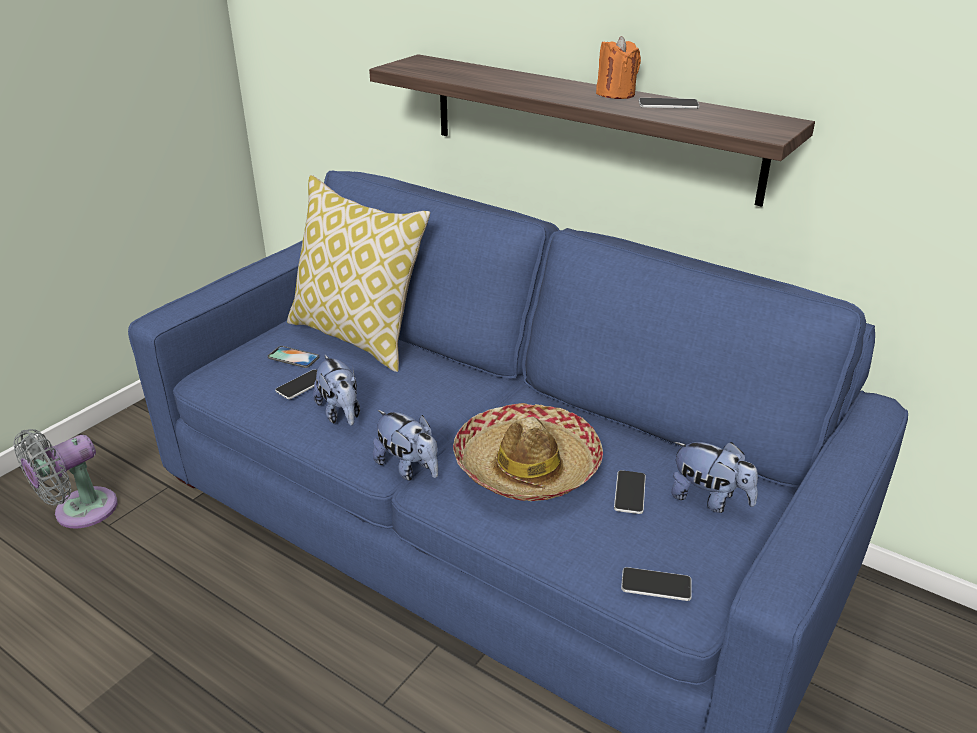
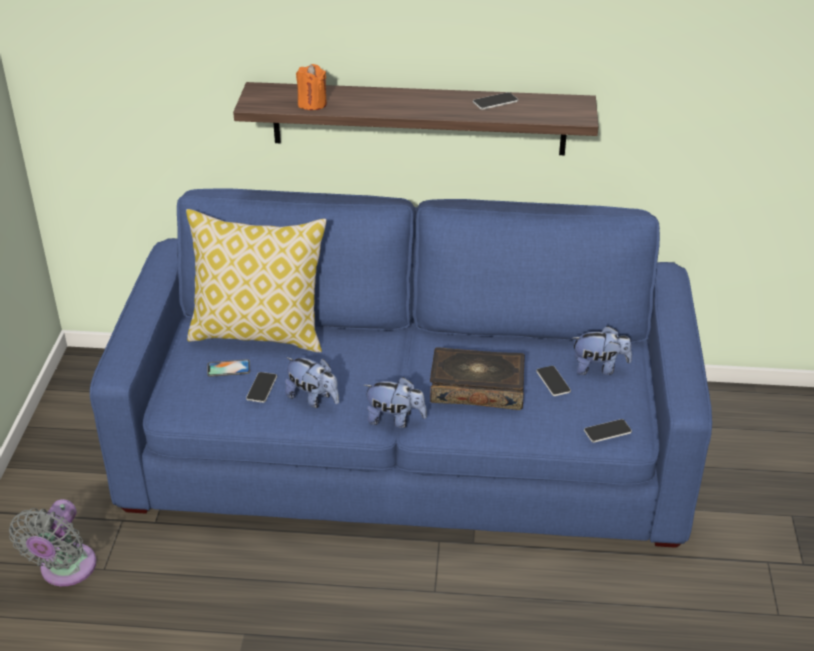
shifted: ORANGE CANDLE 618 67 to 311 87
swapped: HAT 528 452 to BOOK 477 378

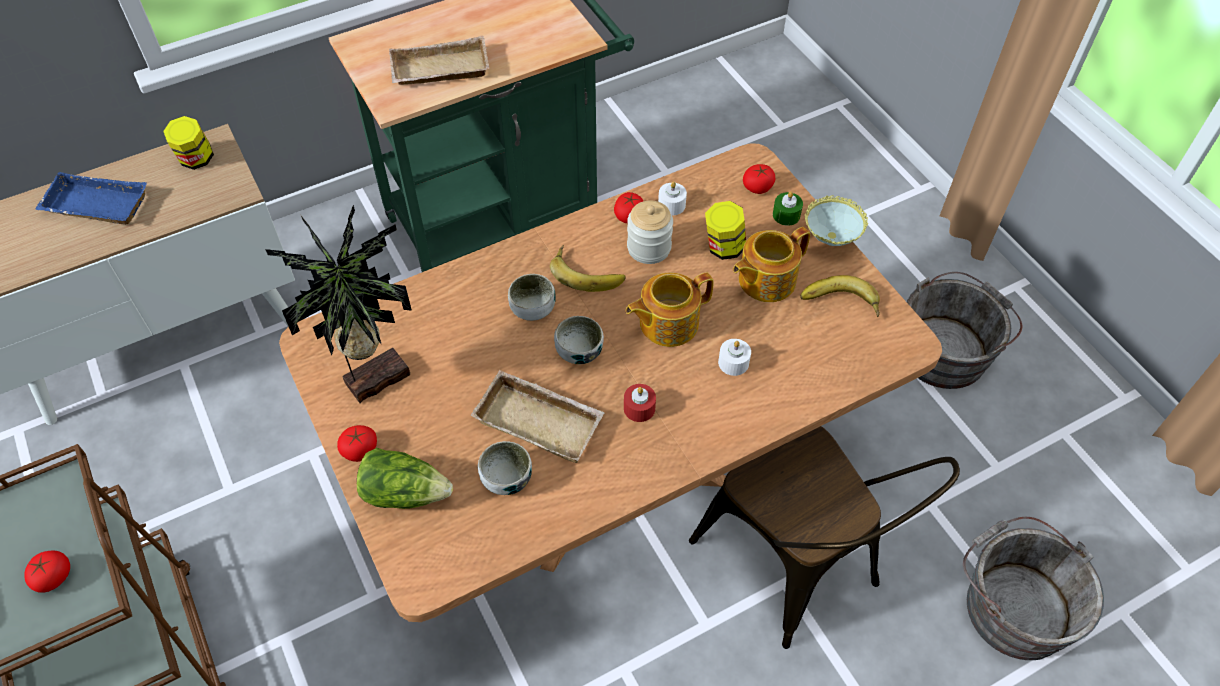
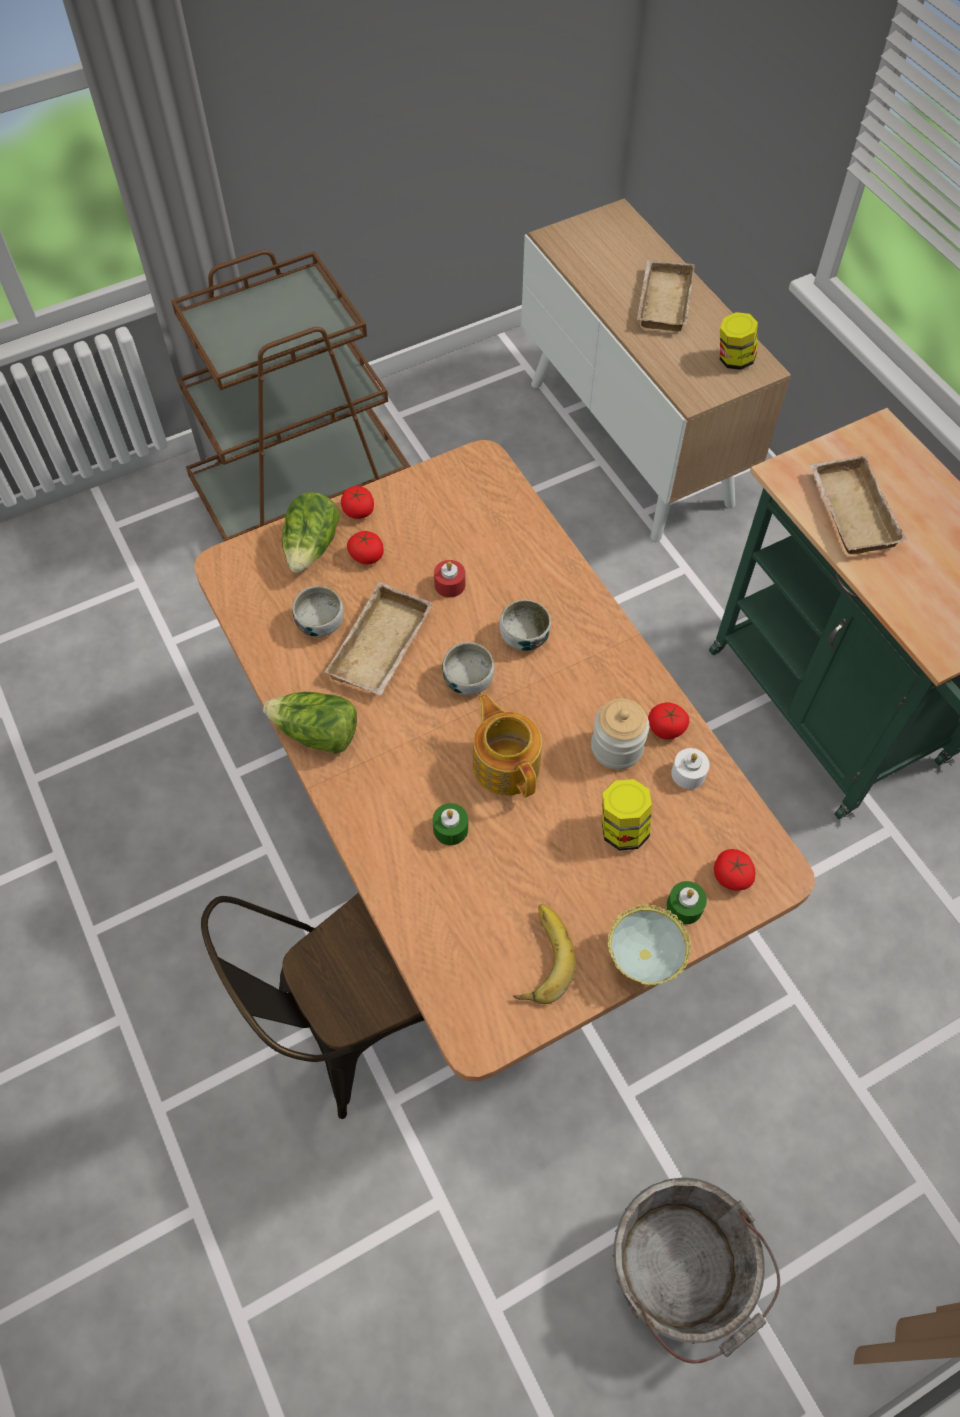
gone: POTTED PLANT 338 304; BANANA 588 268; TEAPOT 771 264; GREY BUCKET 1033 588
new: LETTUCE 310 723
shifted: TOMATO 47 571 to 365 547; RED CANDLE 640 403 to 449 579
repainted: BLUE TRAY 91 198 to BEIGE TRAY 666 295; WHITE CANDLE 734 357 to GREEN CANDLE 450 824

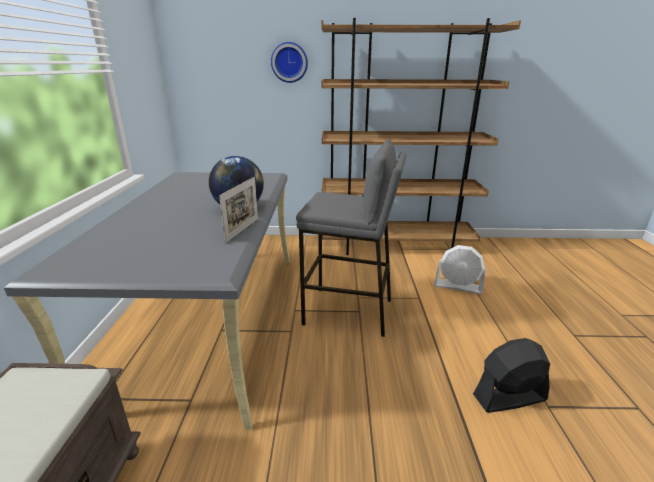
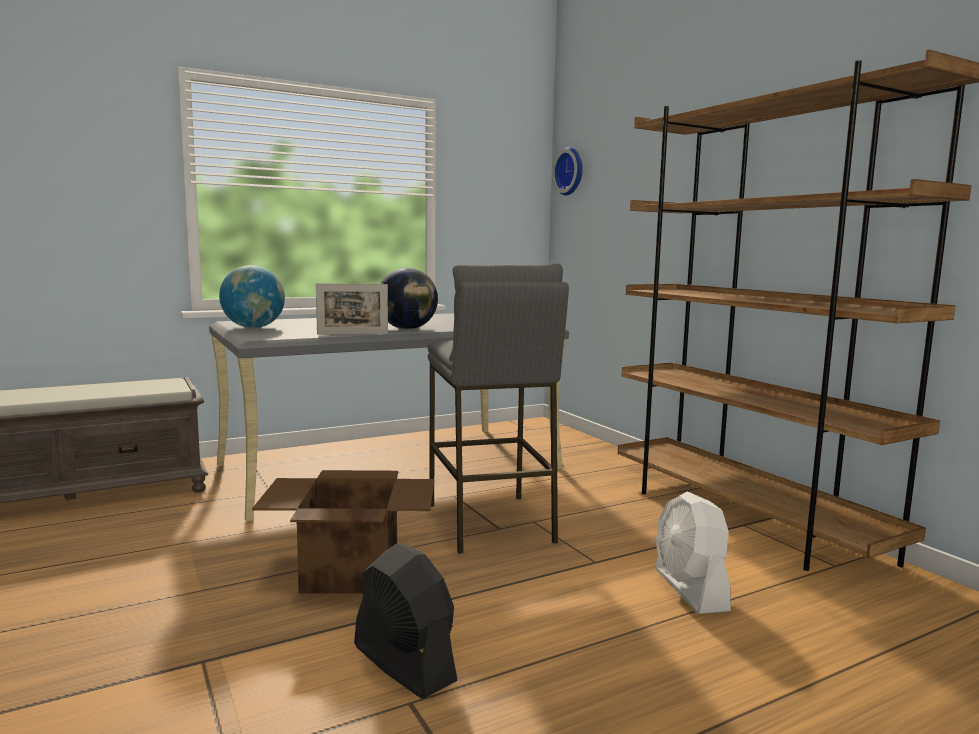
new: GLOBE 252 296; CARDBOARD BOX 343 532
shifted: WALL CLOCK 289 62 to 567 171

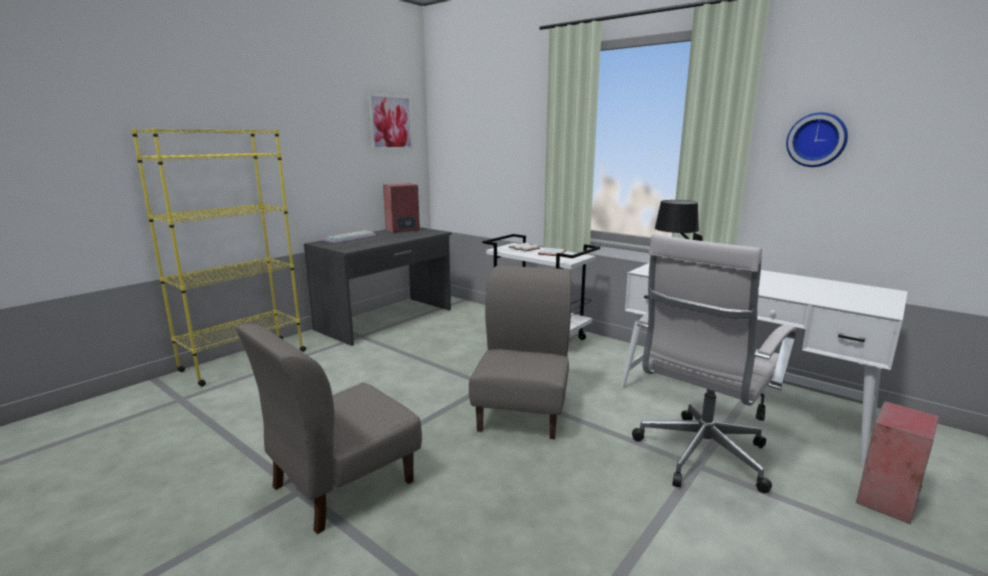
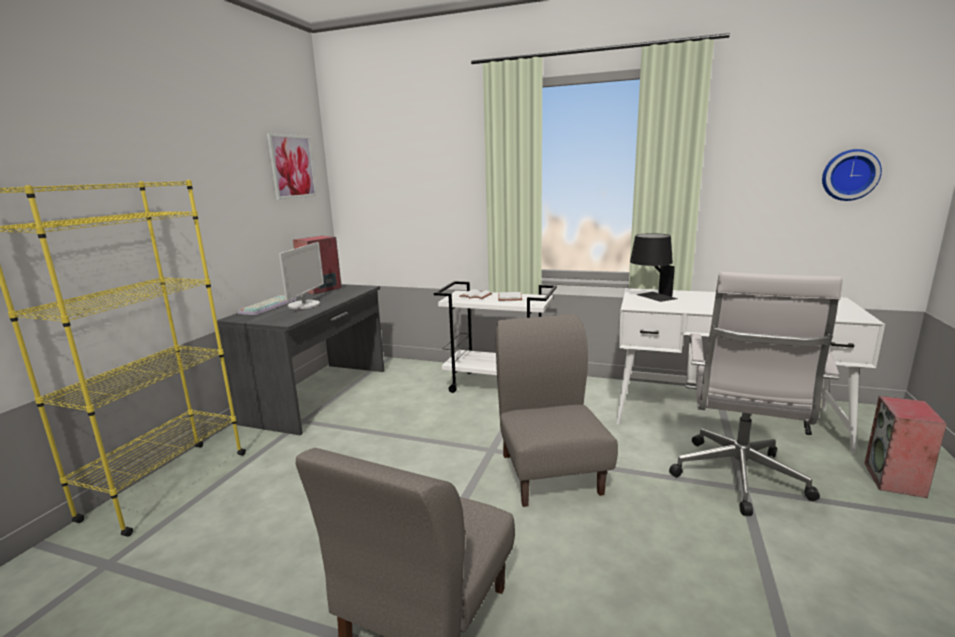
new: MONITOR 301 275
shifted: WALL CLOCK 817 139 to 852 175

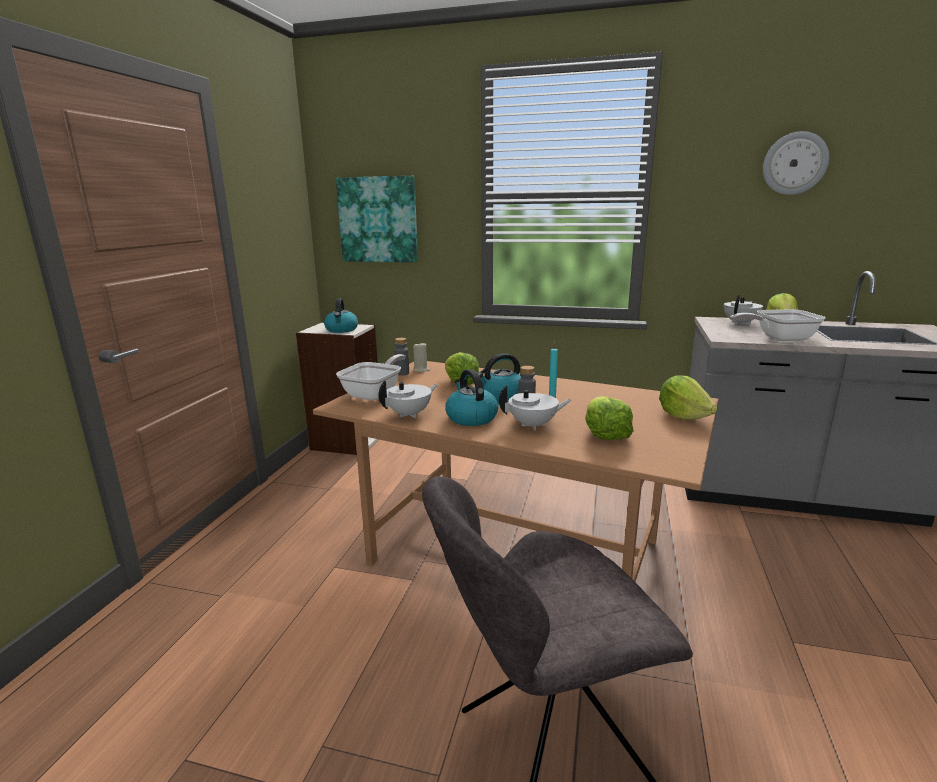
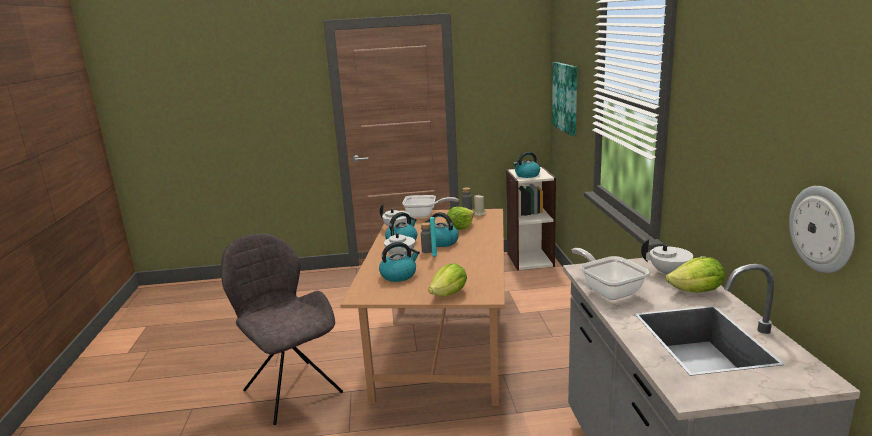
shifted: WALL CLOCK 796 163 to 822 229
swapped: LETTUCE 609 418 to KETTLE 399 262

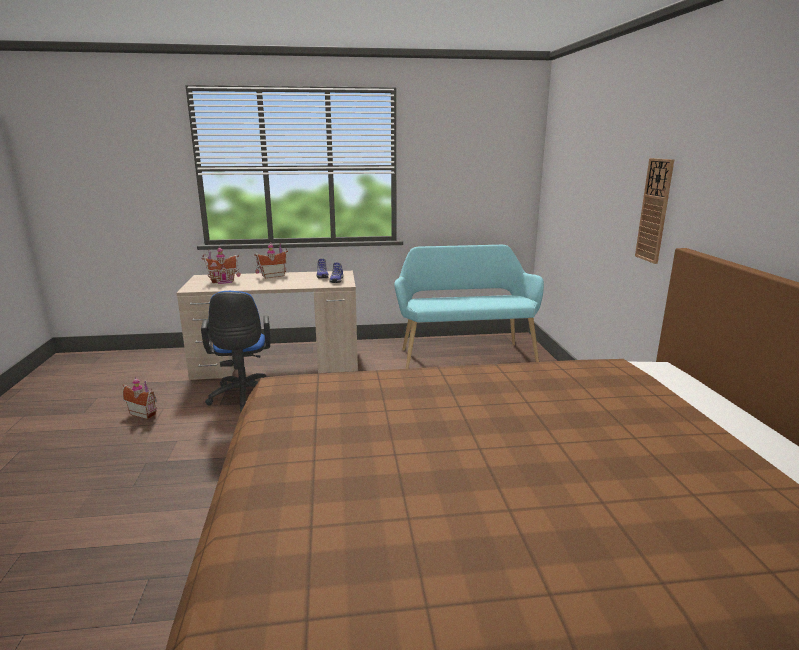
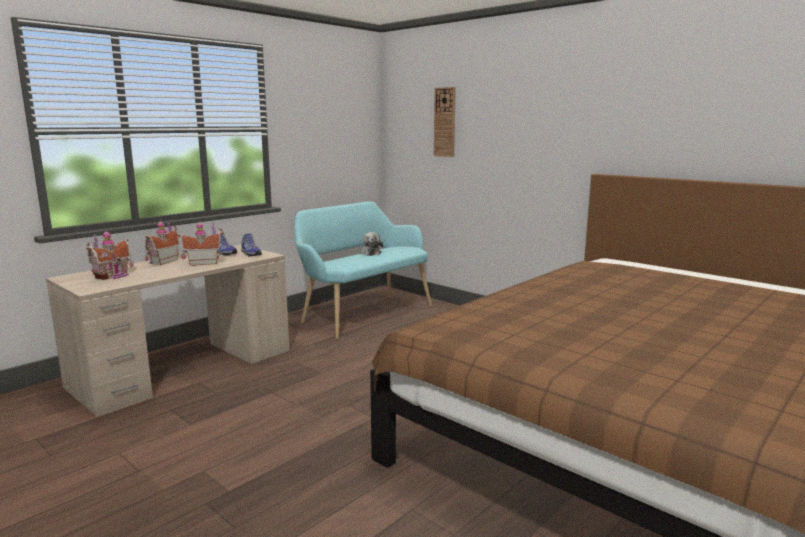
gone: BLUE OFFICE CHAIR 236 351
new: PLUSH TOY 371 244
shifted: TOY HOUSE 139 398 to 200 243; WALL CLOCK 654 211 to 445 122

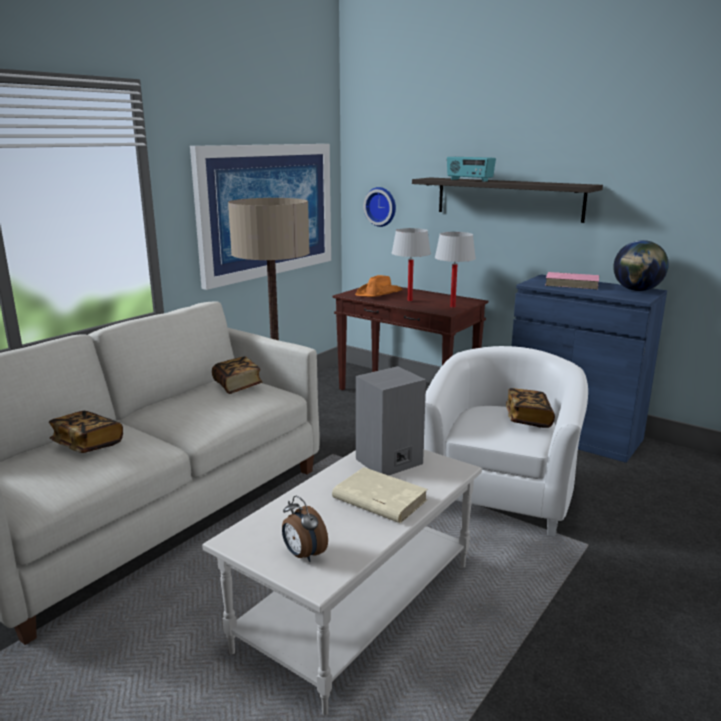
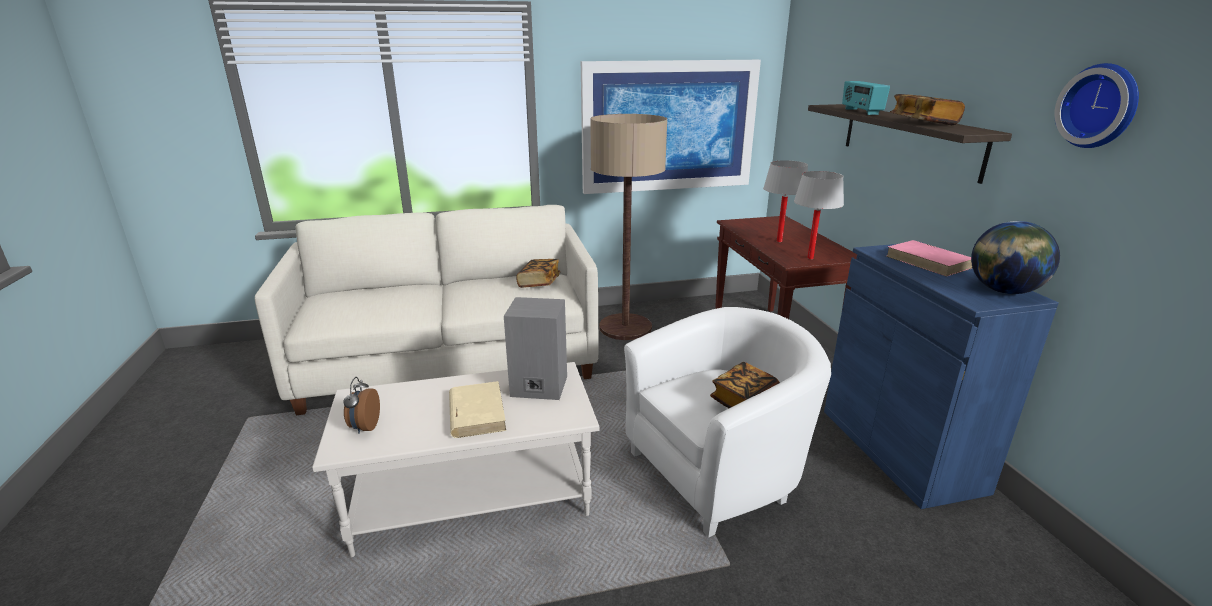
gone: ORANGE HAT 379 286
shifted: BOOK 86 432 to 927 109; WALL CLOCK 379 207 to 1096 105

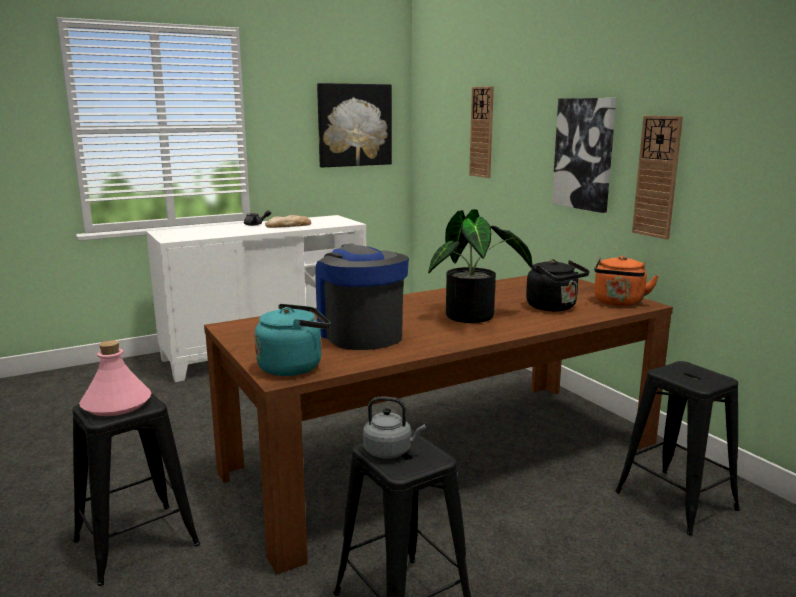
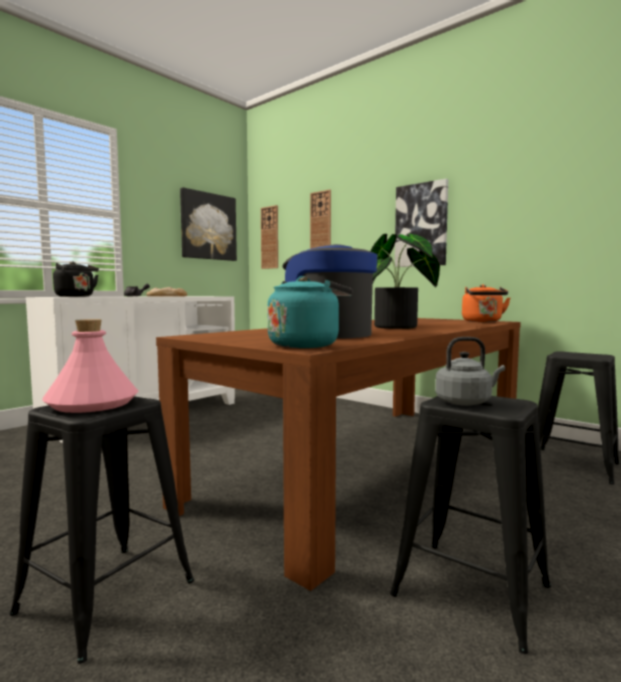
shifted: BLACK KETTLE 558 285 to 76 279; WALL CLOCK 657 177 to 269 237

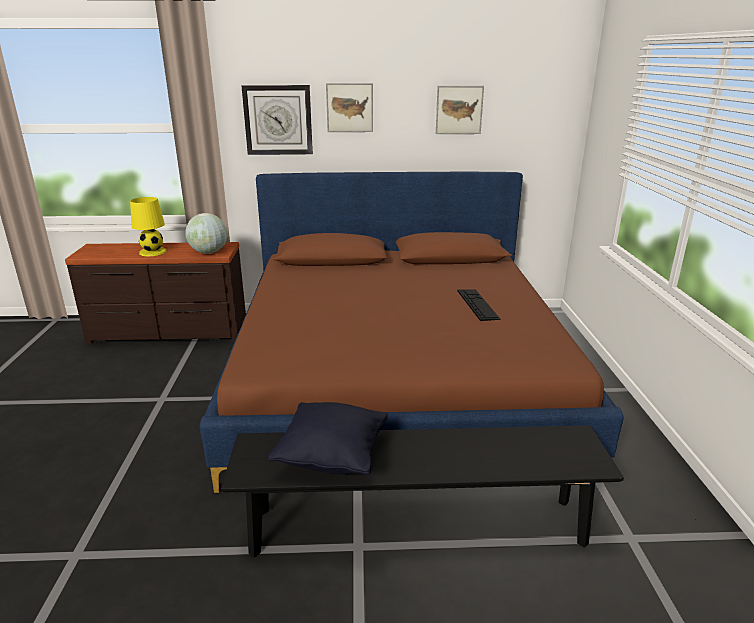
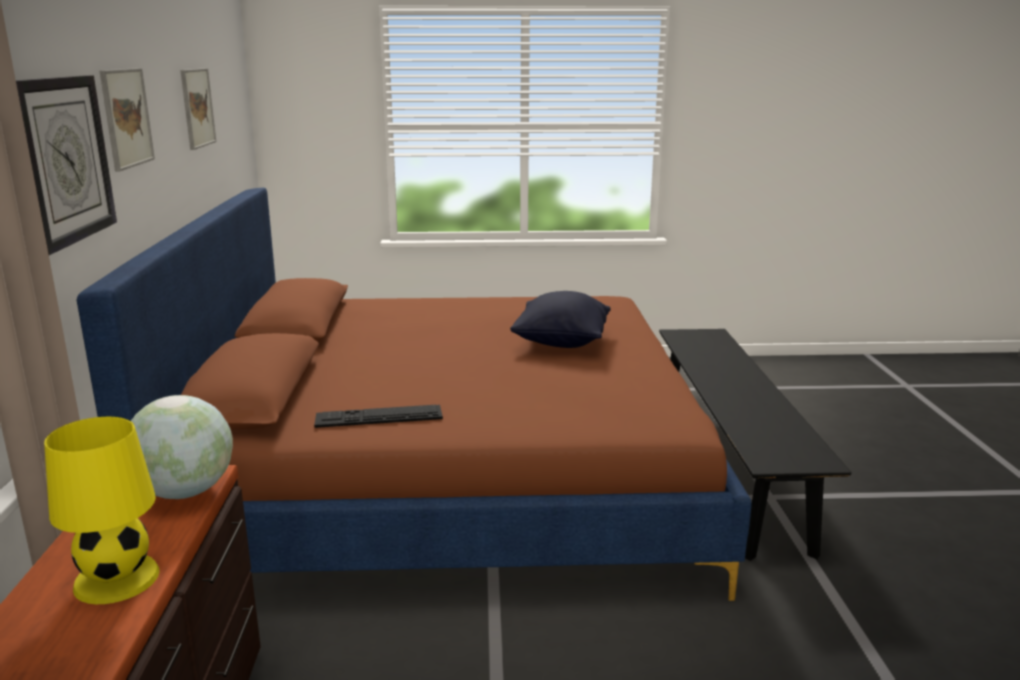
shifted: BLACK PILLOW 328 438 to 560 319; KEYBOARD 479 305 to 378 416

